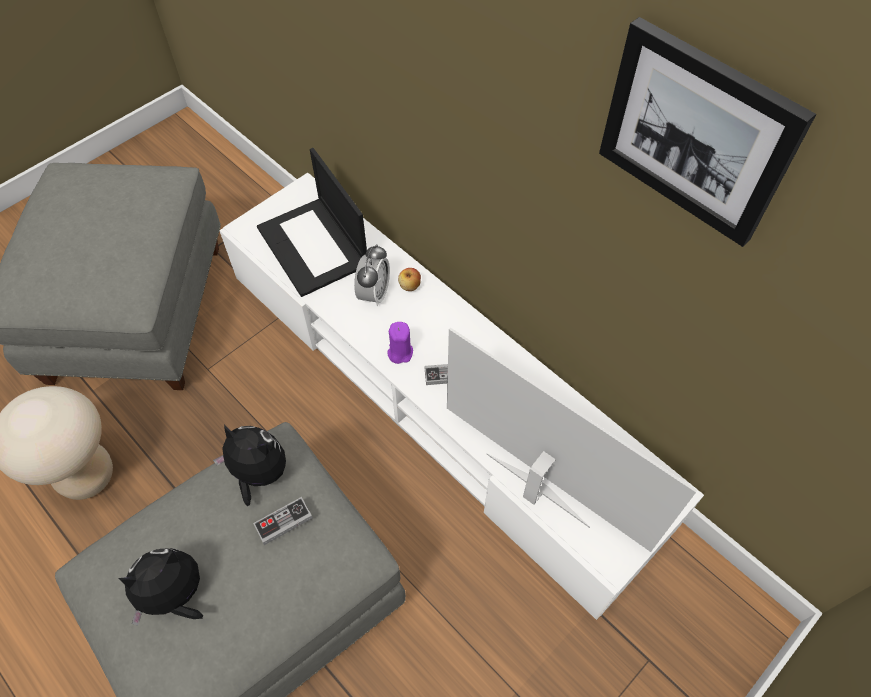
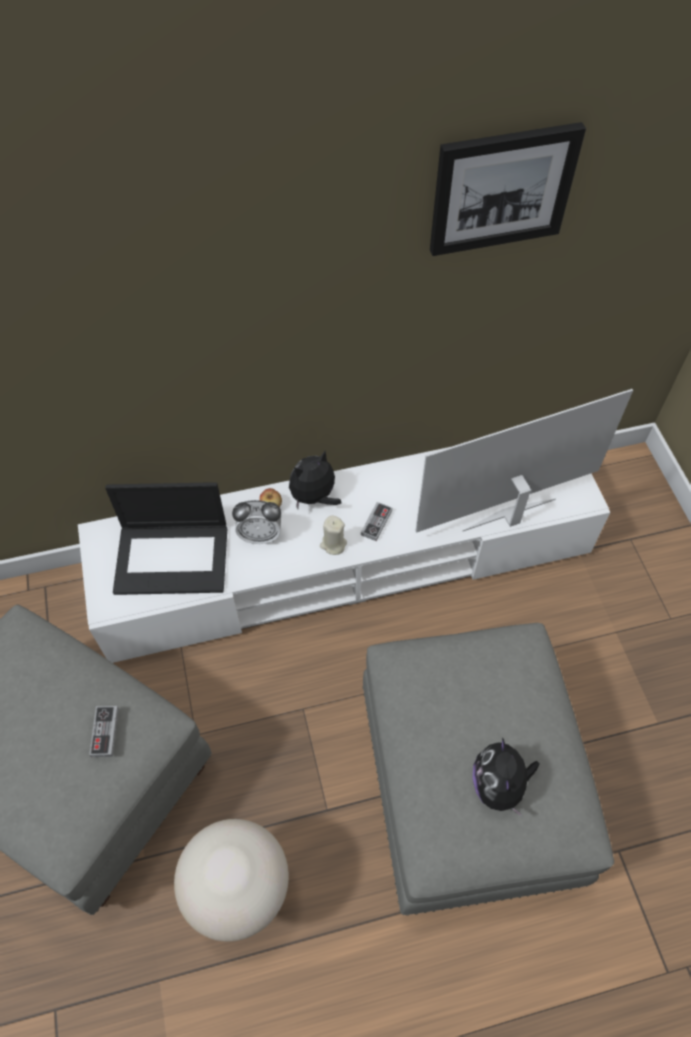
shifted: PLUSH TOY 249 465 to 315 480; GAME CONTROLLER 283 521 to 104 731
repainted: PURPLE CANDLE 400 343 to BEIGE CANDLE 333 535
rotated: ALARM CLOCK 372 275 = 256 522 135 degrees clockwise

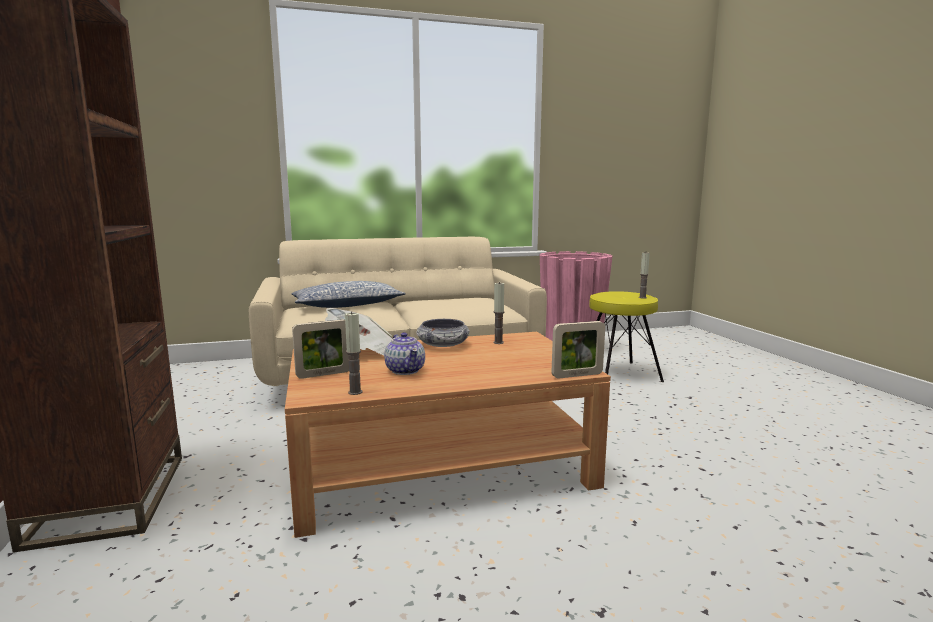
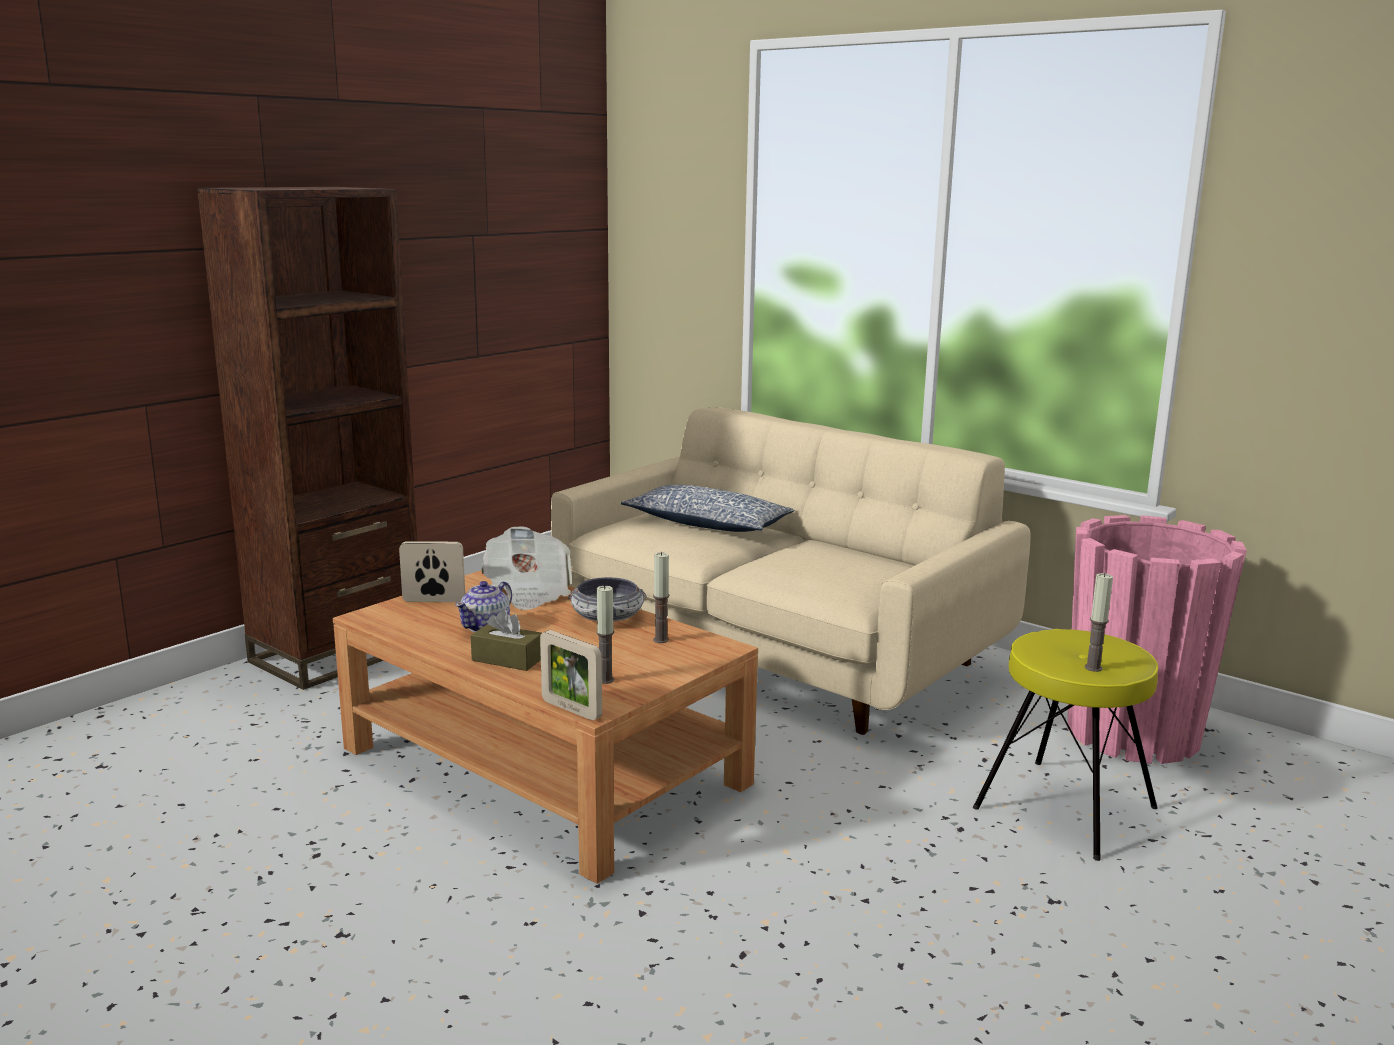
new: BROWN TISSUE BOX 506 640
shifted: CANDLE 354 353 to 605 634
rotated: PICTURE FRAME 320 349 = 432 571 150 degrees clockwise

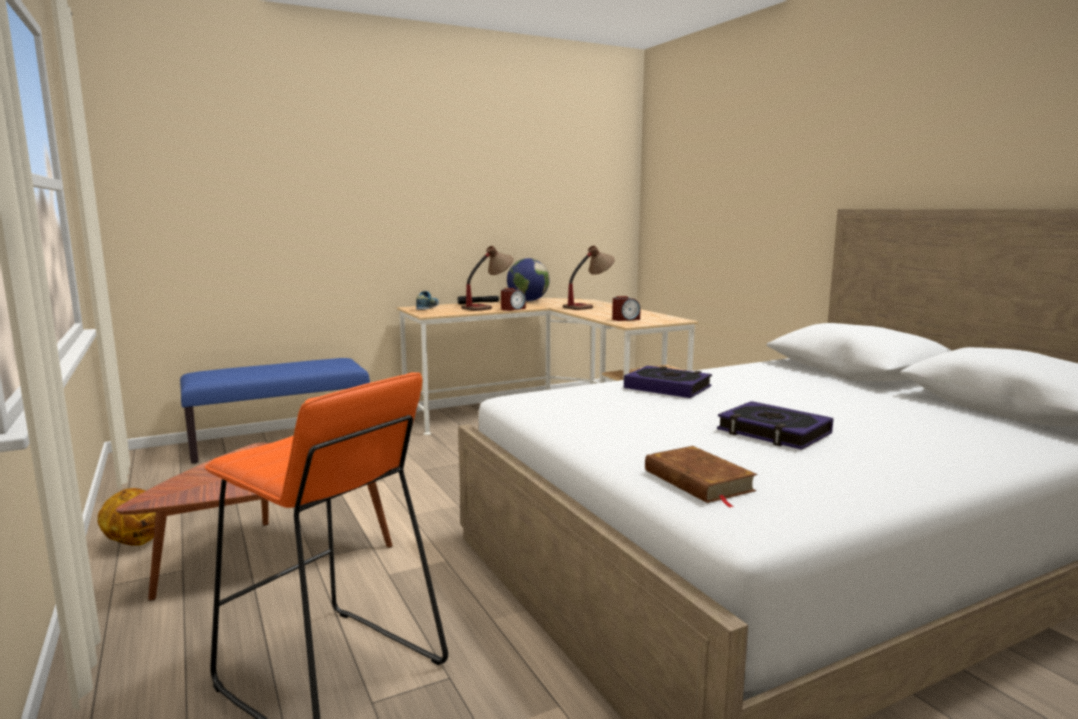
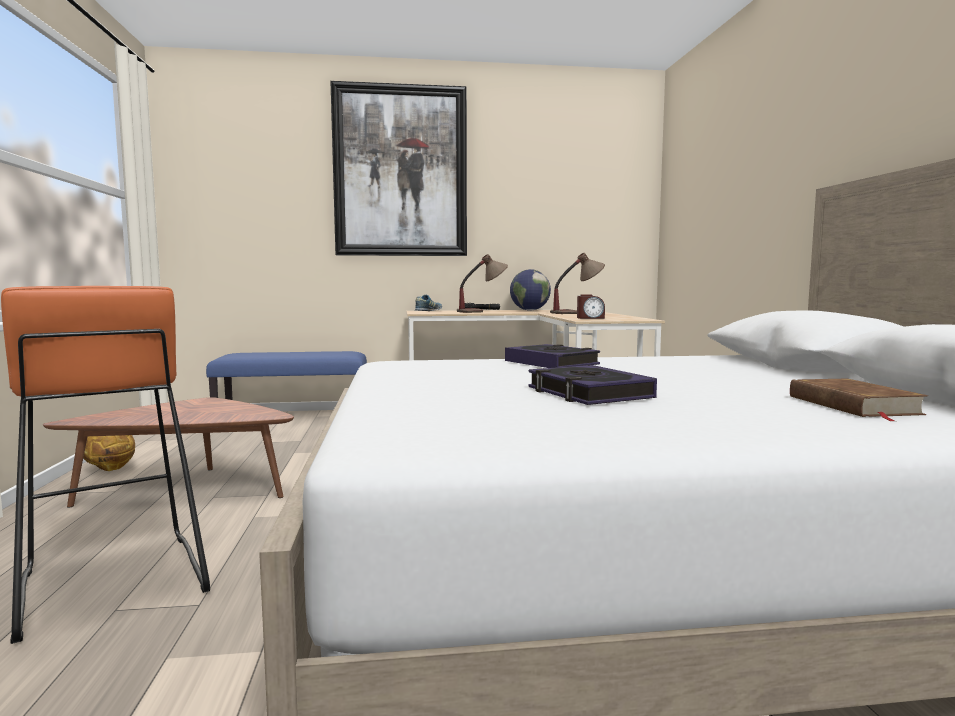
gone: ALARM CLOCK 513 299
new: PICTURE 398 168
shifted: BROWN BOOK 701 476 to 859 400

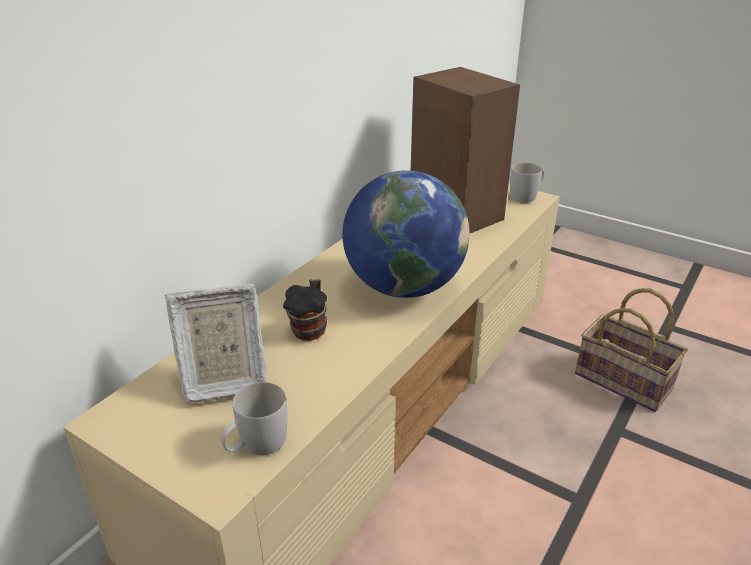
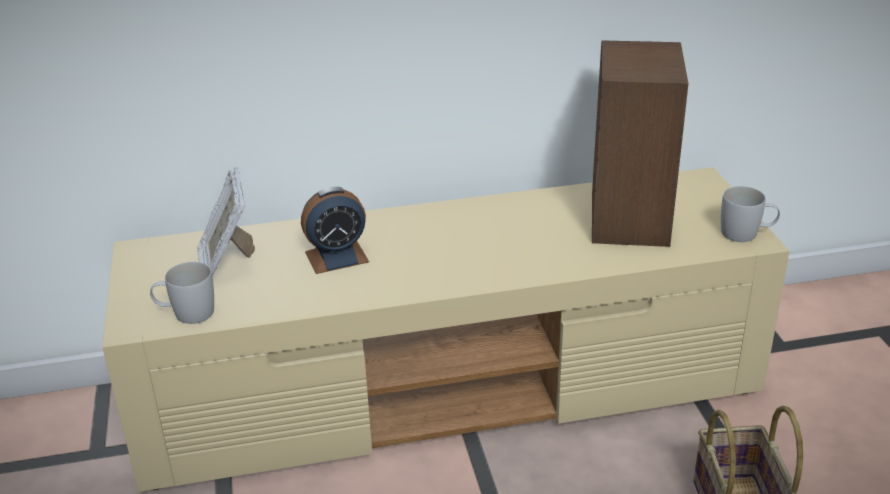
gone: GLOBE 406 234
swapped: MUG 305 310 to ALARM CLOCK 335 230
rotated: PICTURE FRAME 216 343 = 226 221 45 degrees clockwise

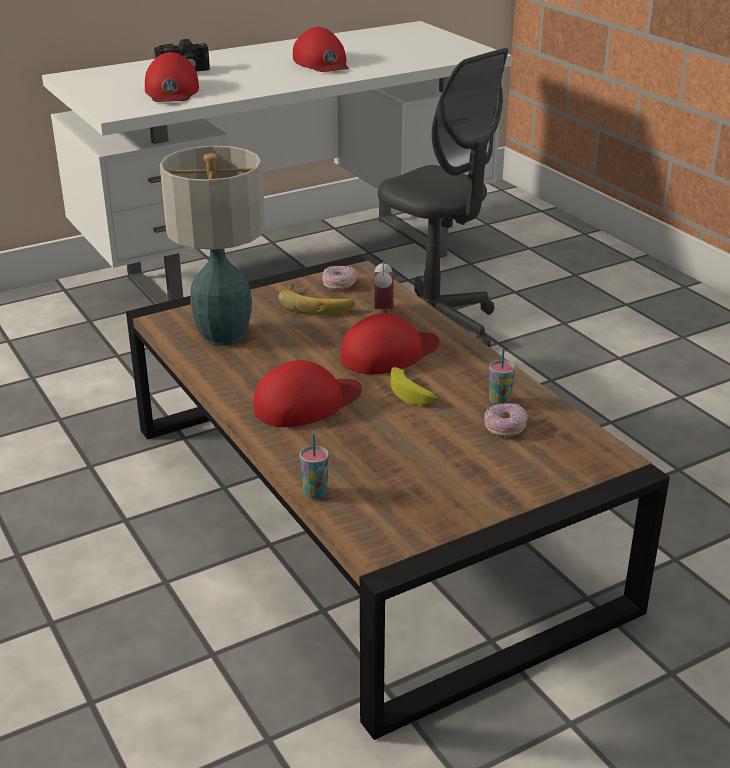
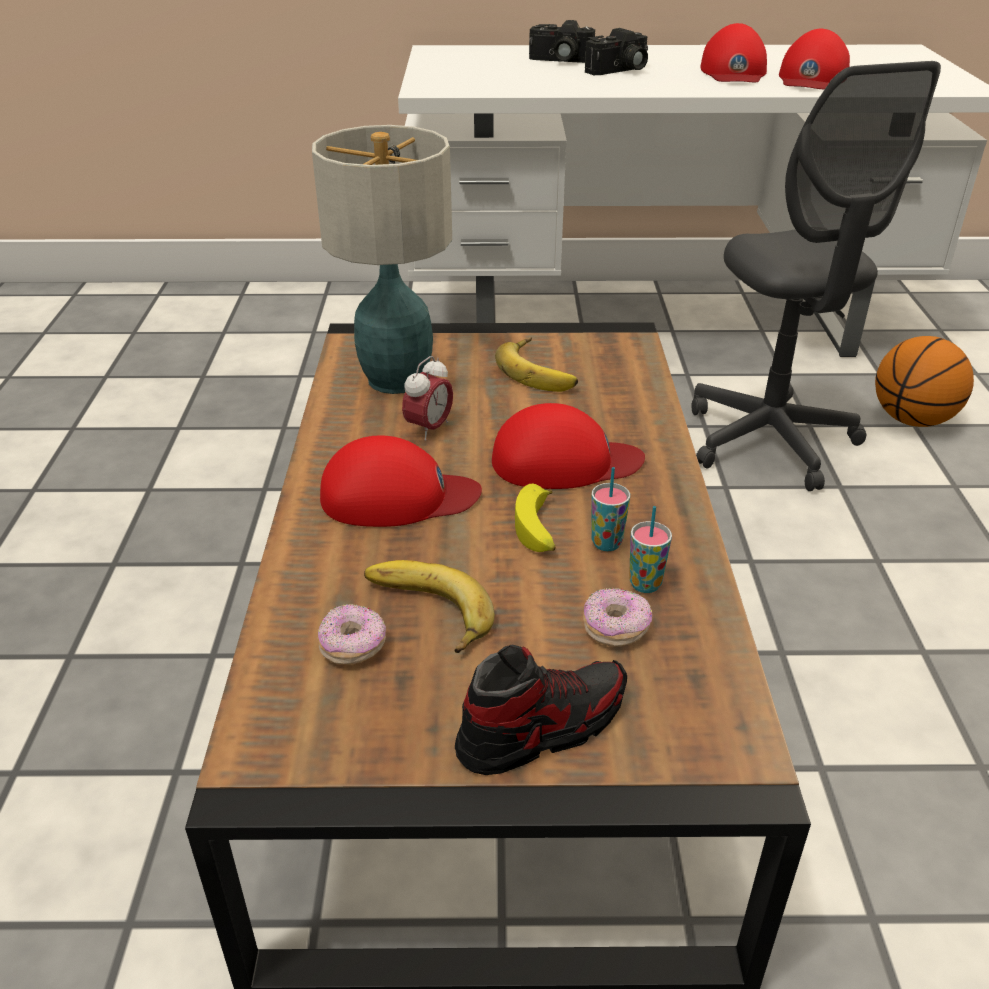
new: BANANA 429 606; SHOE 541 710; PHOTO CAMERA 616 51; BASKETBALL 924 381
shifted: RED CAP 172 77 to 814 59; CUP 314 465 to 610 509; DONUT 339 278 to 352 634; ALARM CLOCK 384 287 to 427 398

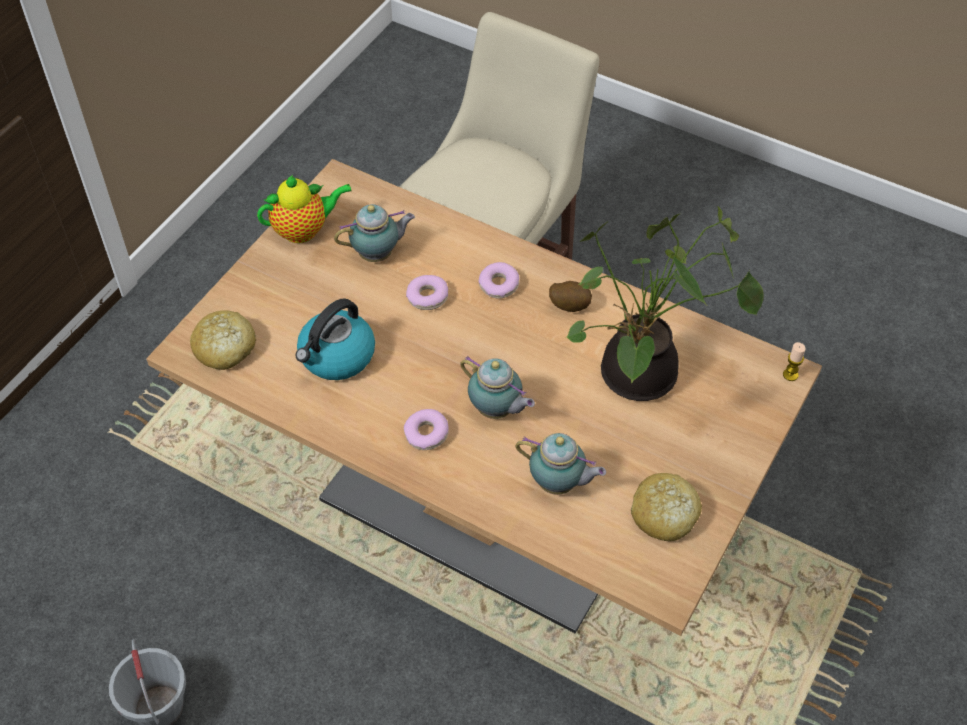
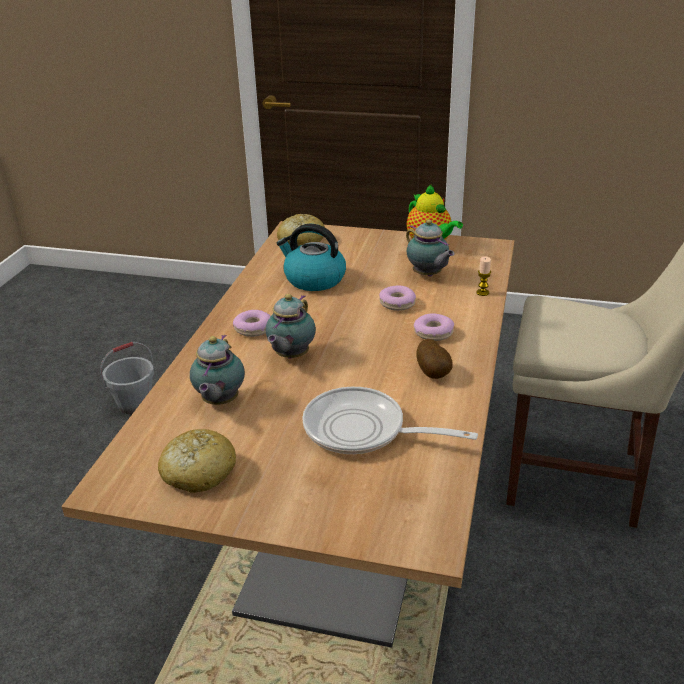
shifted: CANDLE 794 361 to 483 276
swapped: POTTED PLANT 665 303 to FRYING PAN 390 420

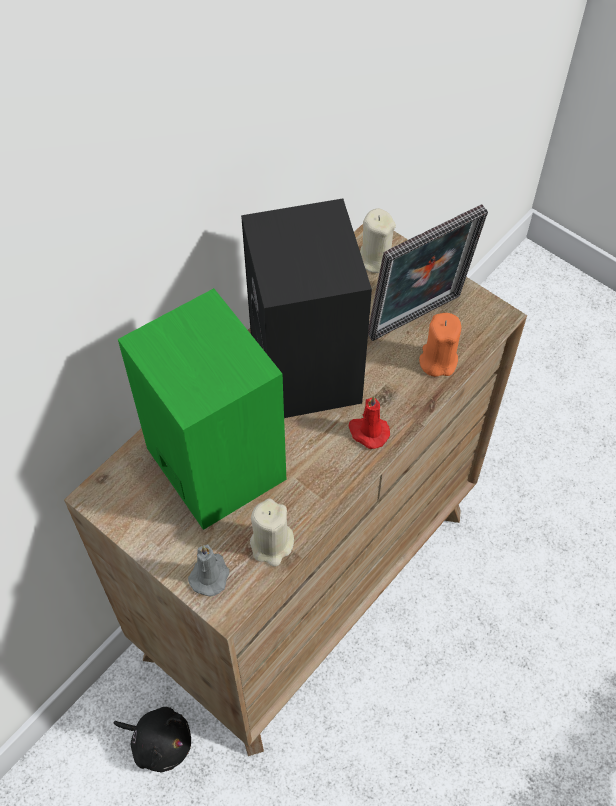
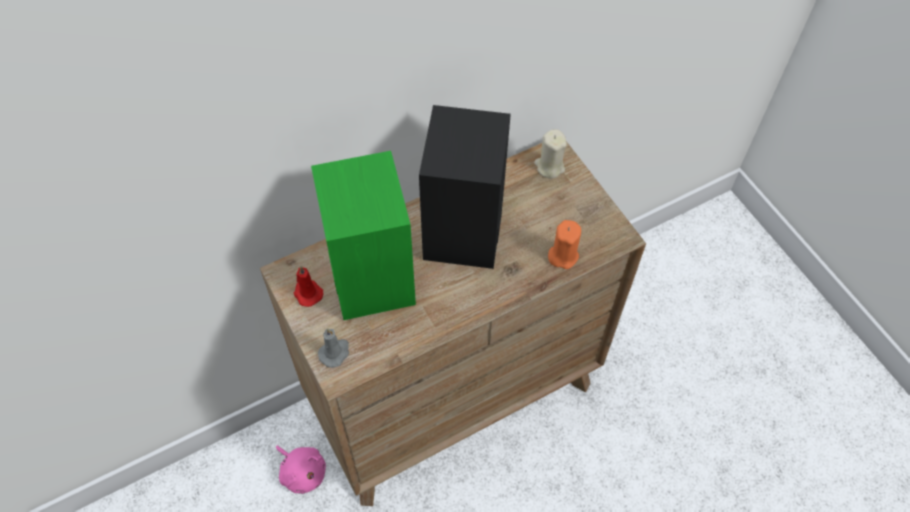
gone: BEIGE CANDLE 272 533; PICTURE FRAME 428 272
shifted: RED CANDLE 369 422 to 308 286
repainted: BLACK PLUSH TOY 152 740 to PINK PLUSH TOY 301 469

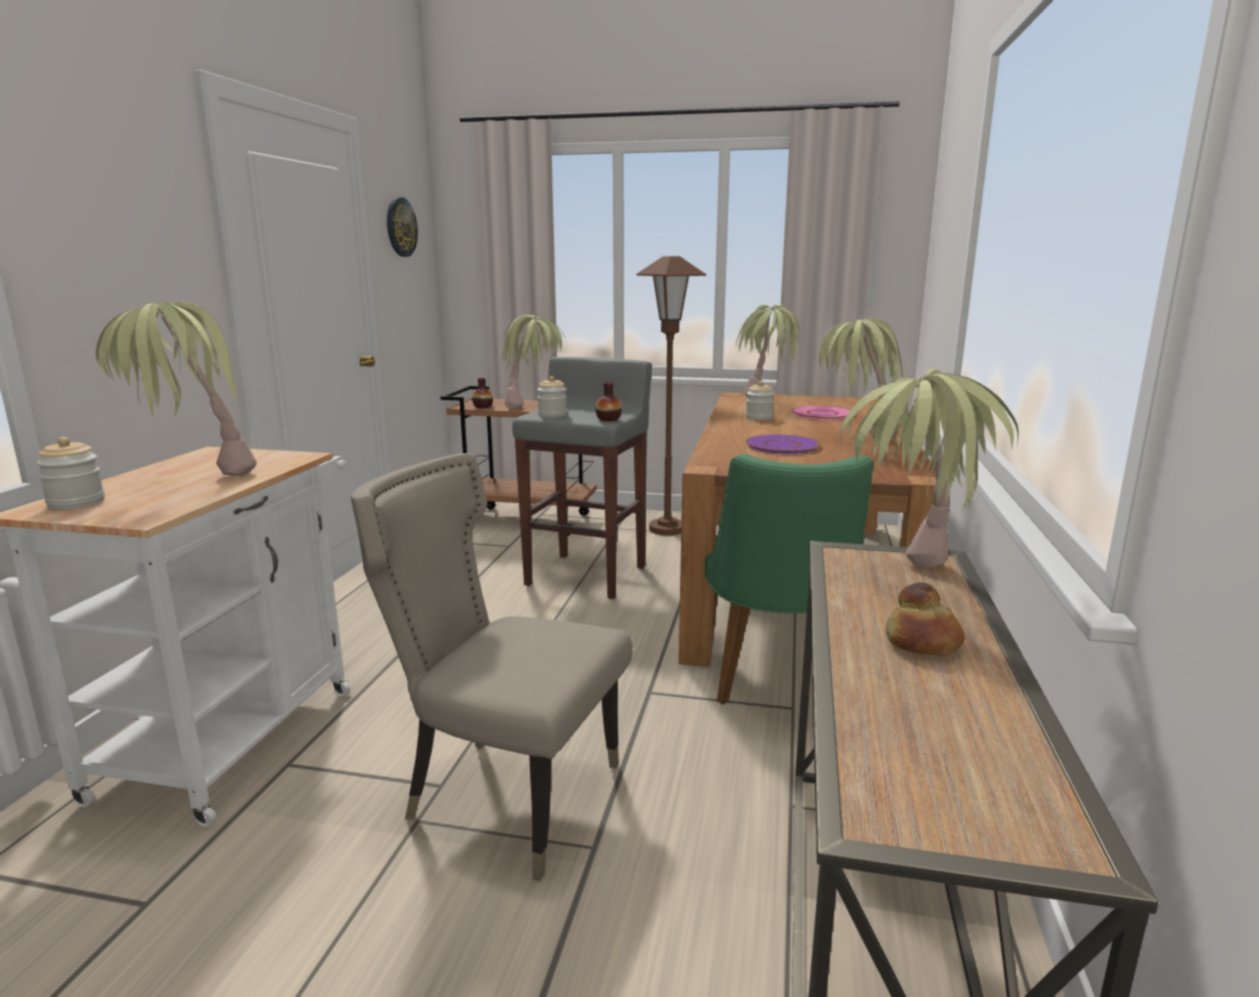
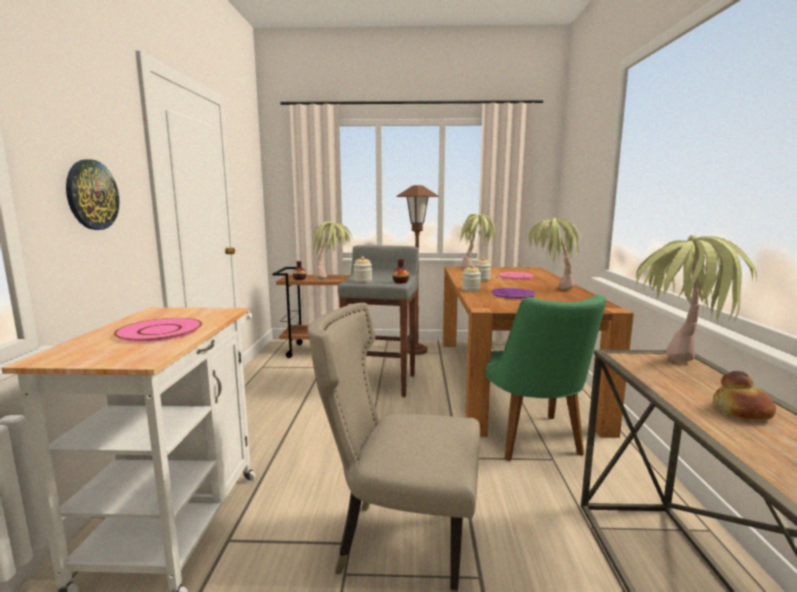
shifted: JAR 70 473 to 471 278; WALL CLOCK 402 227 to 92 194
swapped: POTTED PLANT 176 389 to PINK PLATE 158 330

